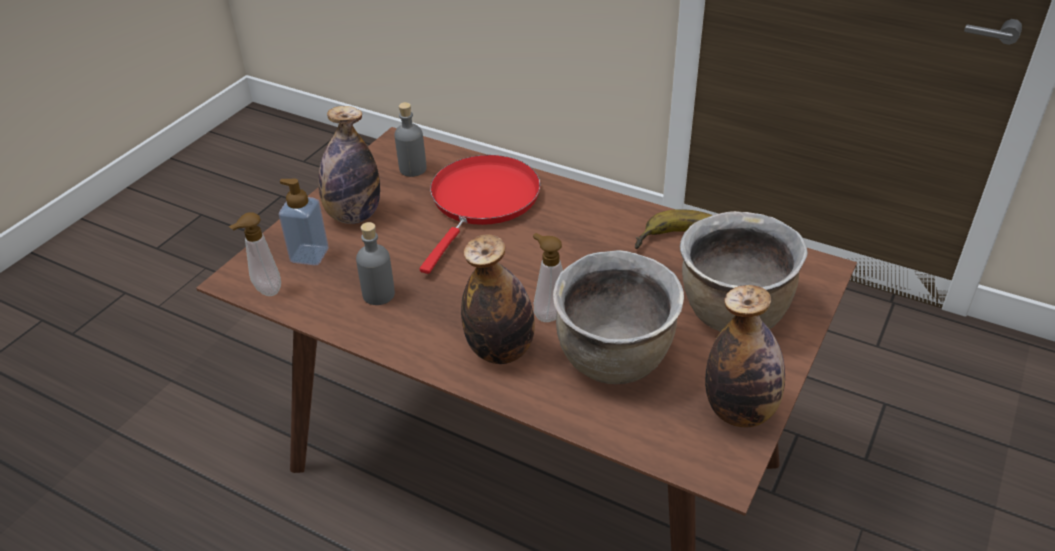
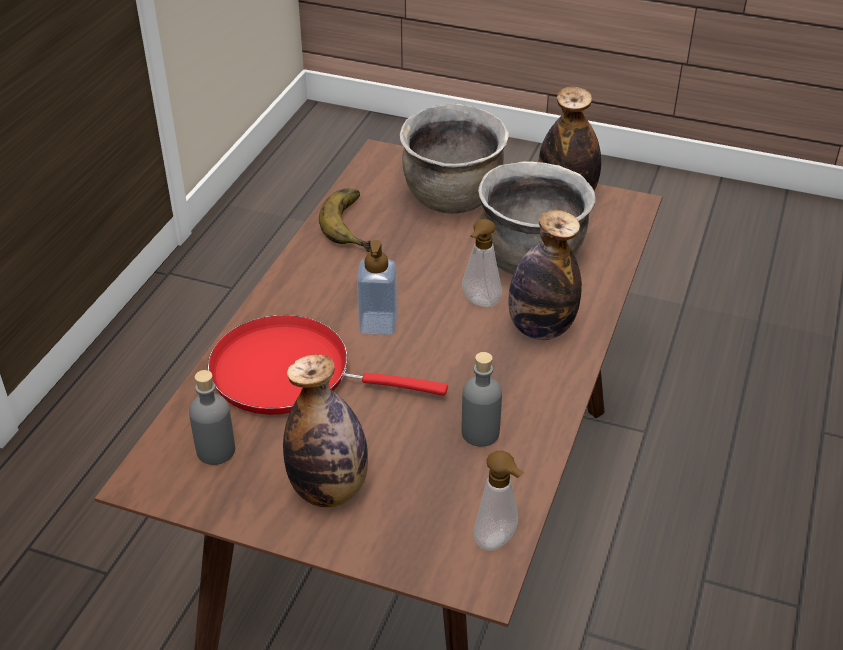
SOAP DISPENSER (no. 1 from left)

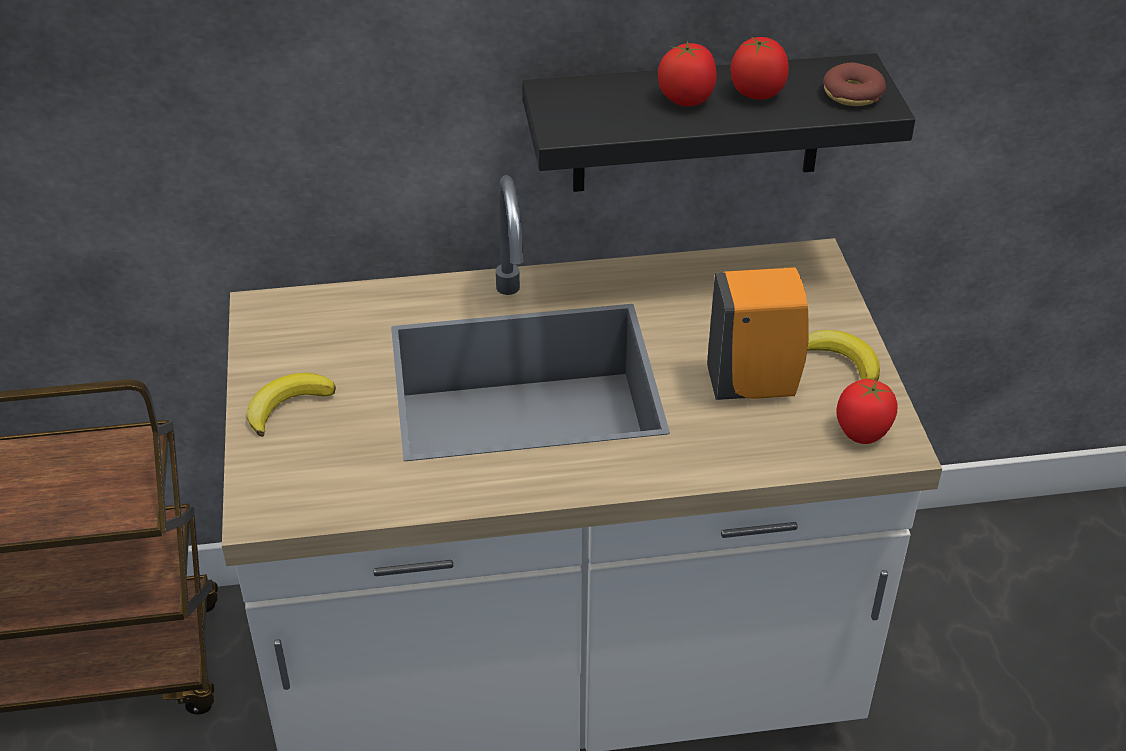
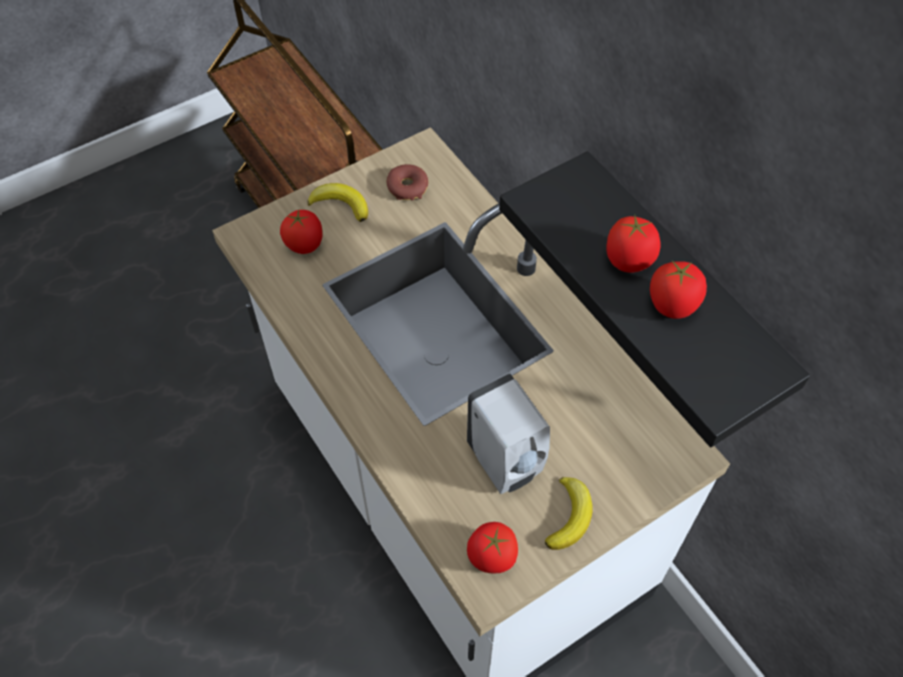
DONUT
WHITE SOAP DISPENSER
TOMATO (no. 1 from left)

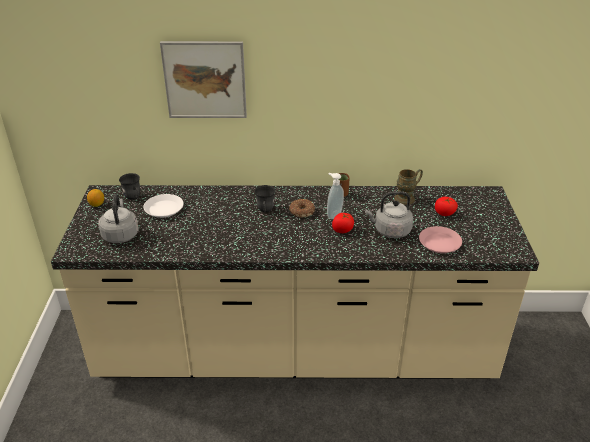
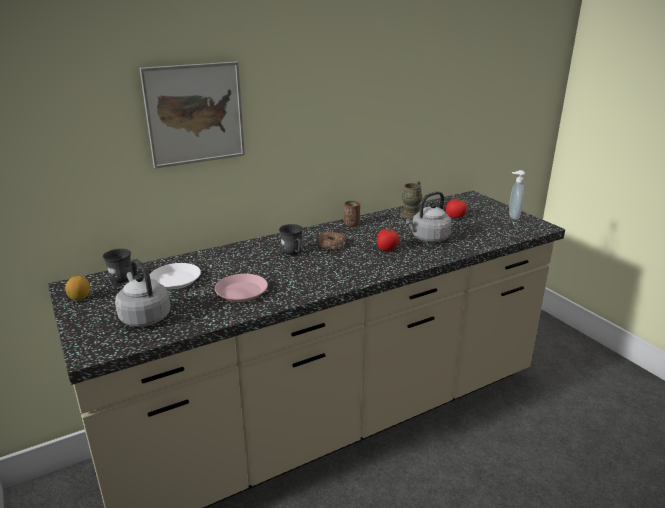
SOAP DISPENSER
PINK PLATE

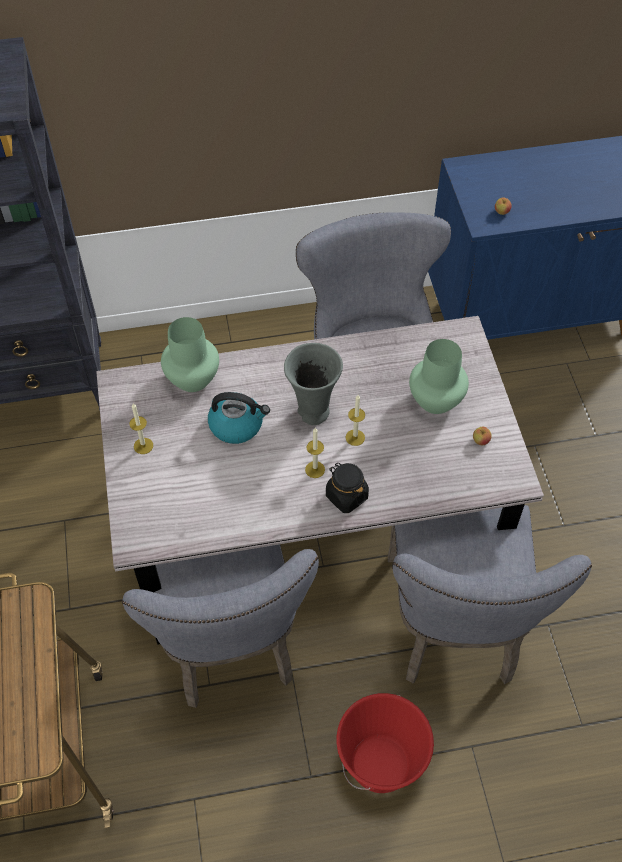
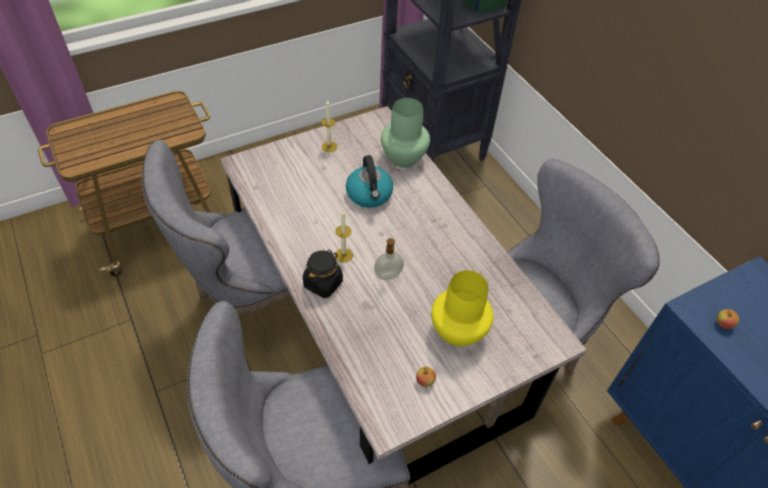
YELLOW VASE
GREY VASE
SOAP DISPENSER
RED BUCKET

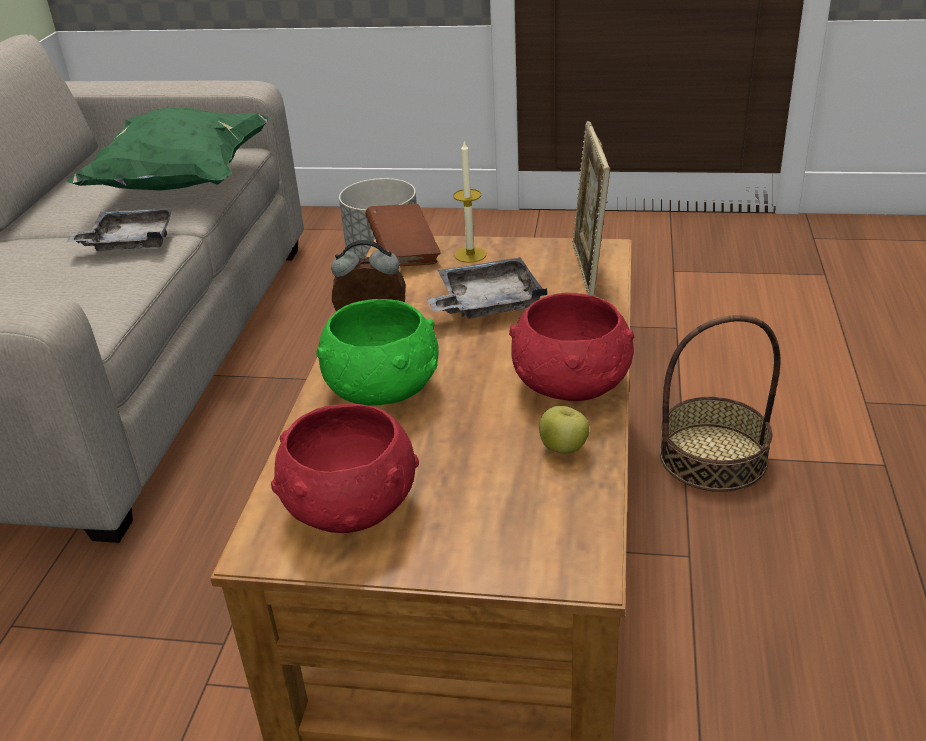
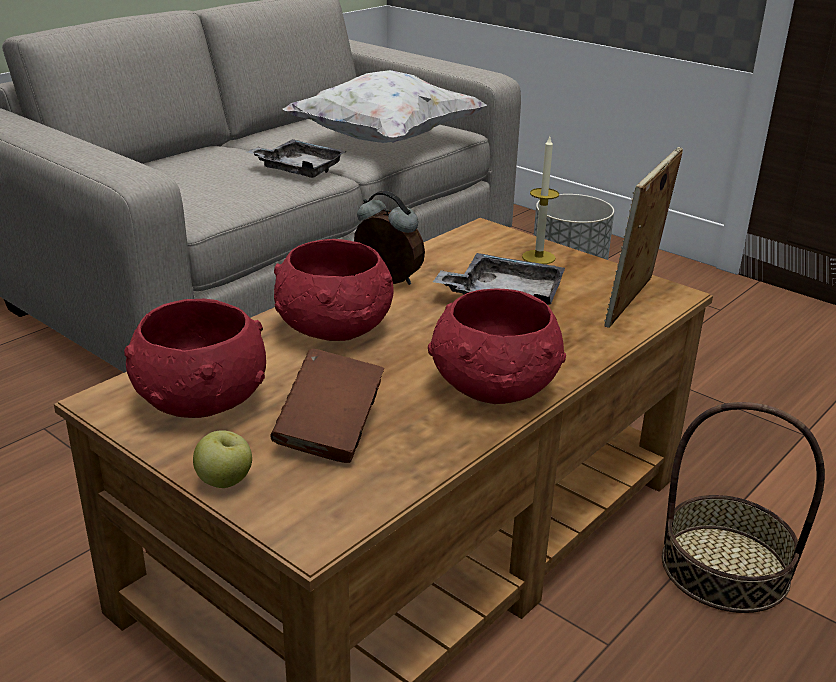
WHITE PILLOW
BROWN BOOK
RED BOWL (no. 2 from left)
APPLE

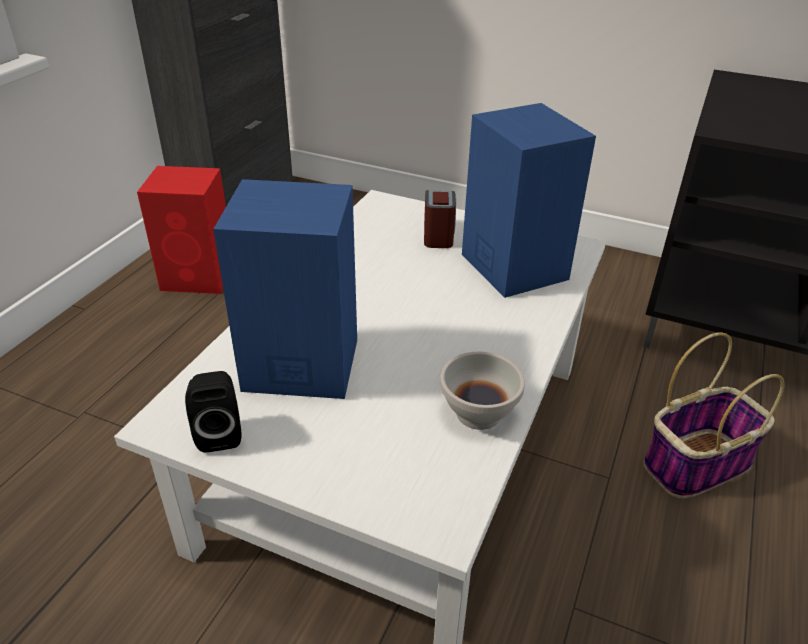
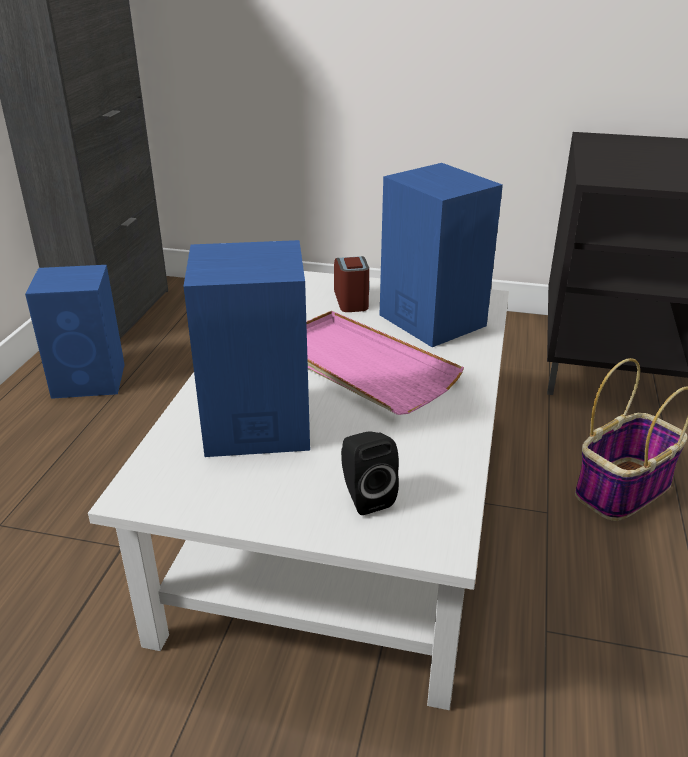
BLUE SPEAKER (no. 1 from left)
WHITE BOWL
BLACK SPEAKER
PINK TRAY

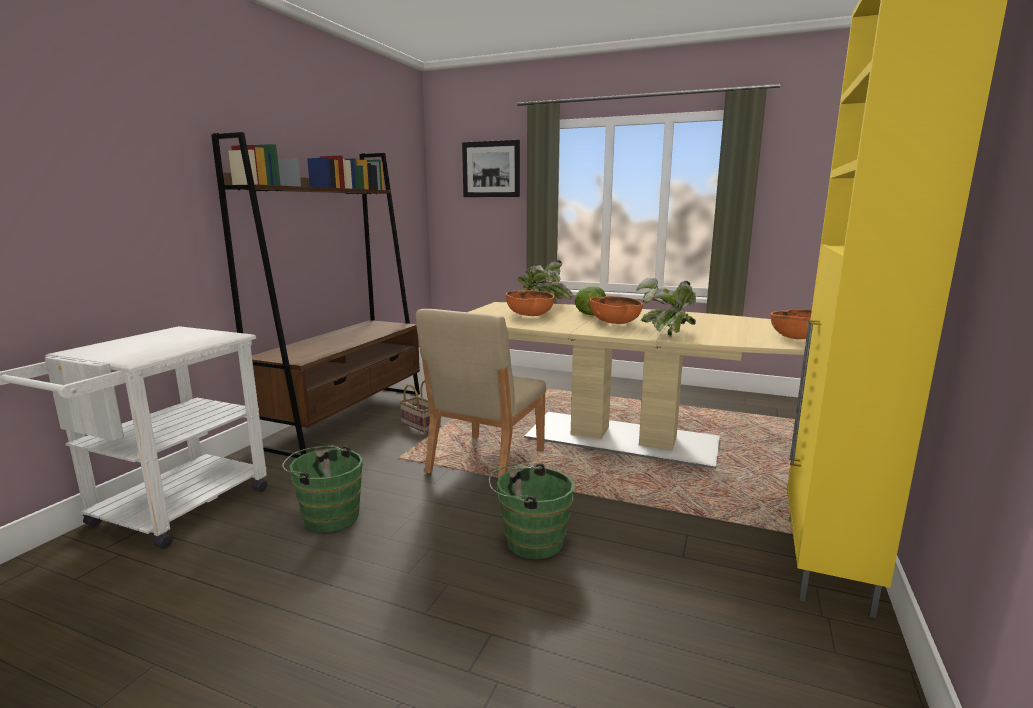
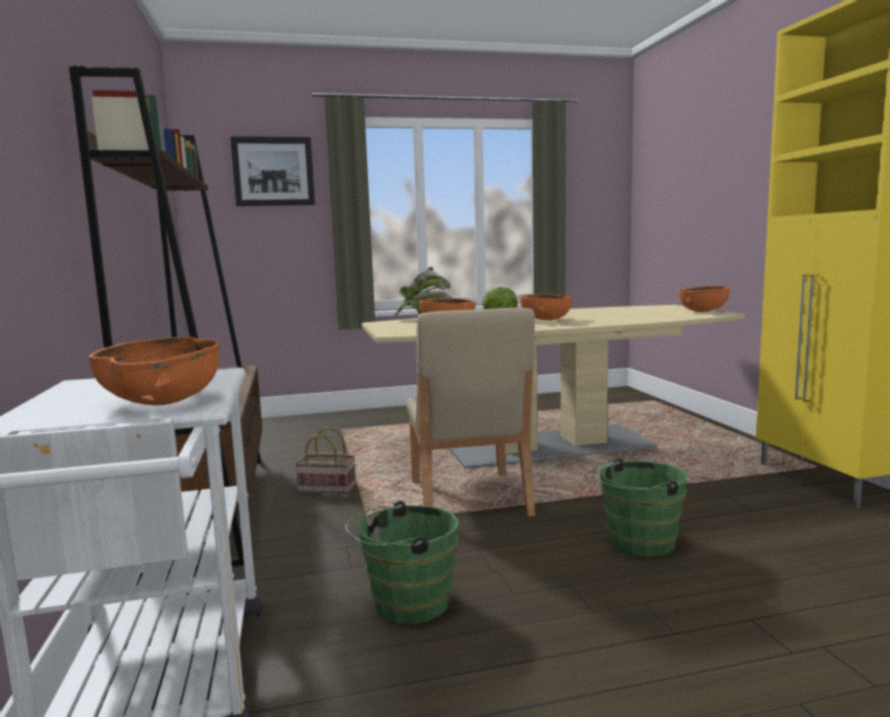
POTTED PLANT (no. 2 from left in the first image)
ORANGE BOWL (no. 1 from left)

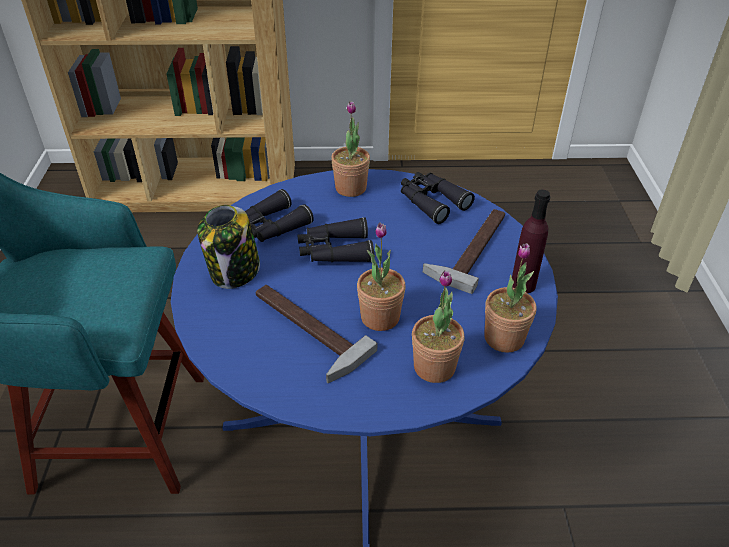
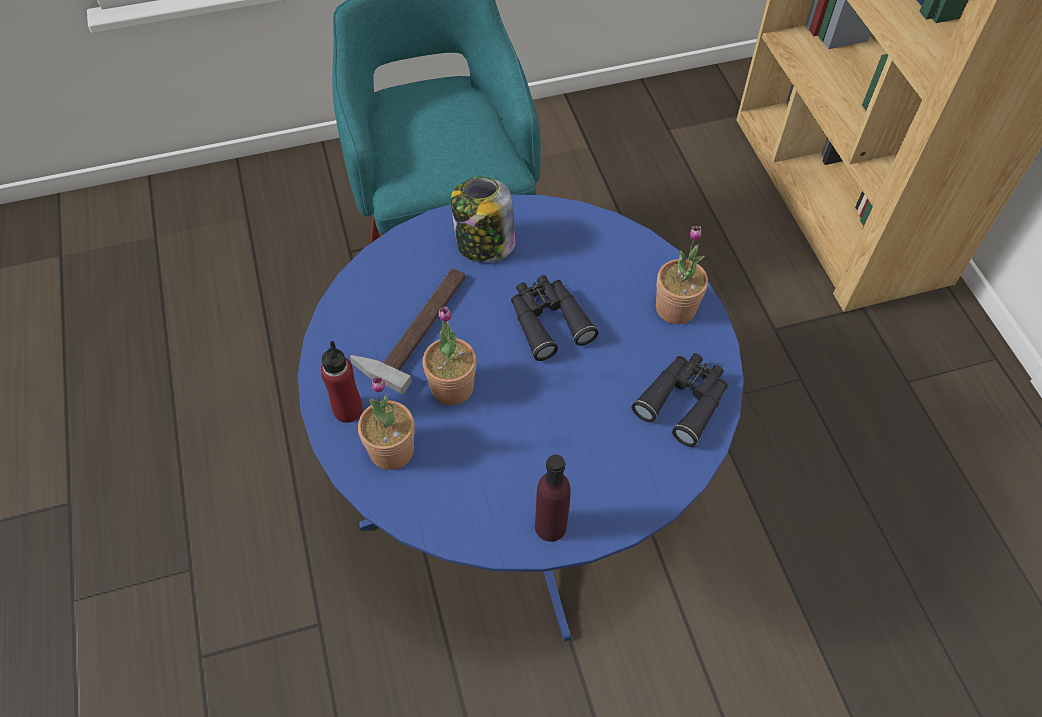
BLACK BINOCULARS (no. 1 from left in the first image)
HAMMER (no. 2 from left in the first image)
POTTED PLANT (no. 4 from left in the first image)
RED BOTTLE

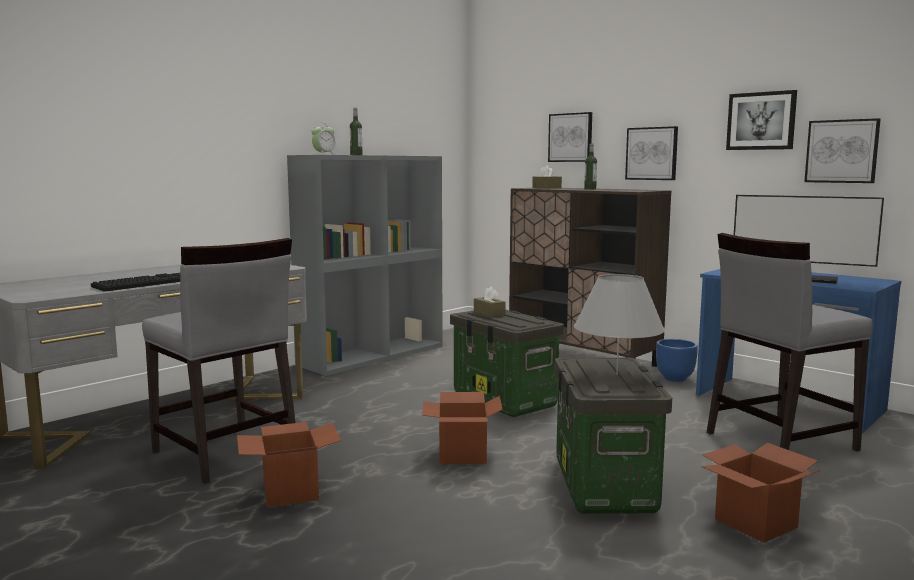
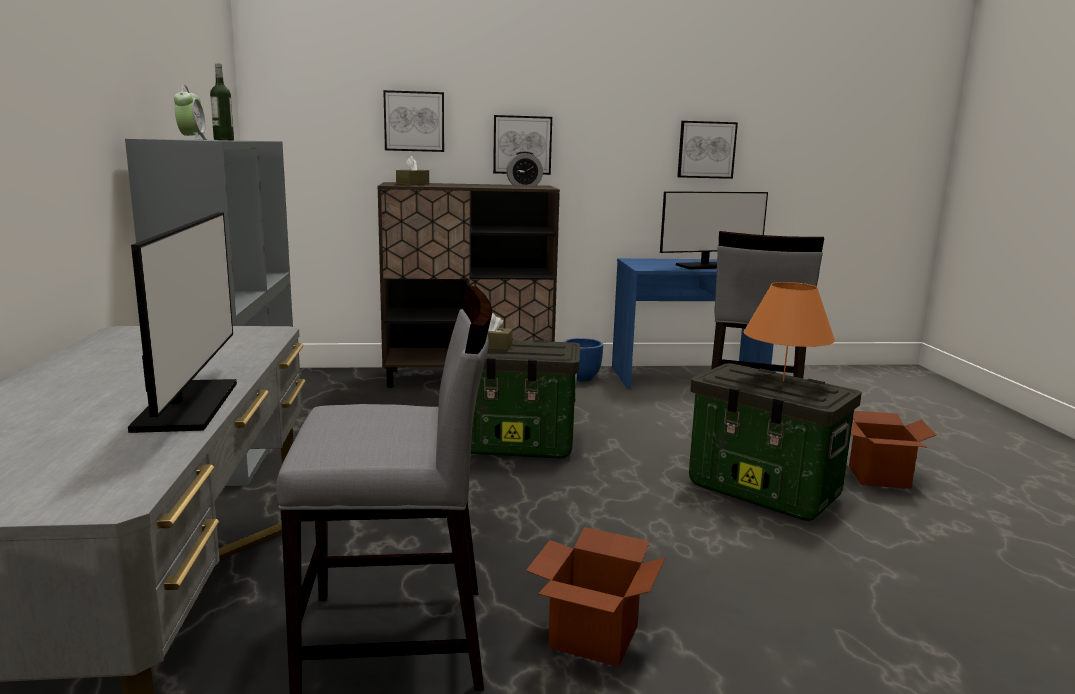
PICTURE (no. 3 from left in the first image)
BOTTLE (no. 2 from left in the first image)
MONITOR (no. 1 from left)
ORANGE TABLE LAMP
CARDBOARD BOX (no. 2 from left in the first image)
ALARM CLOCK (no. 2 from left)

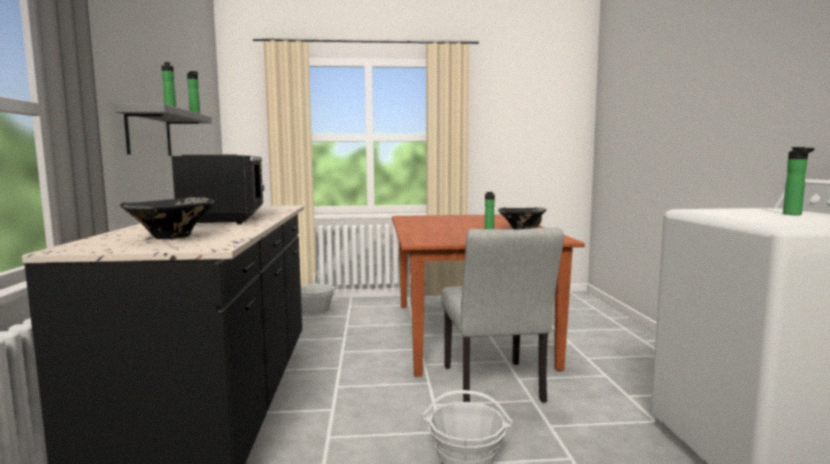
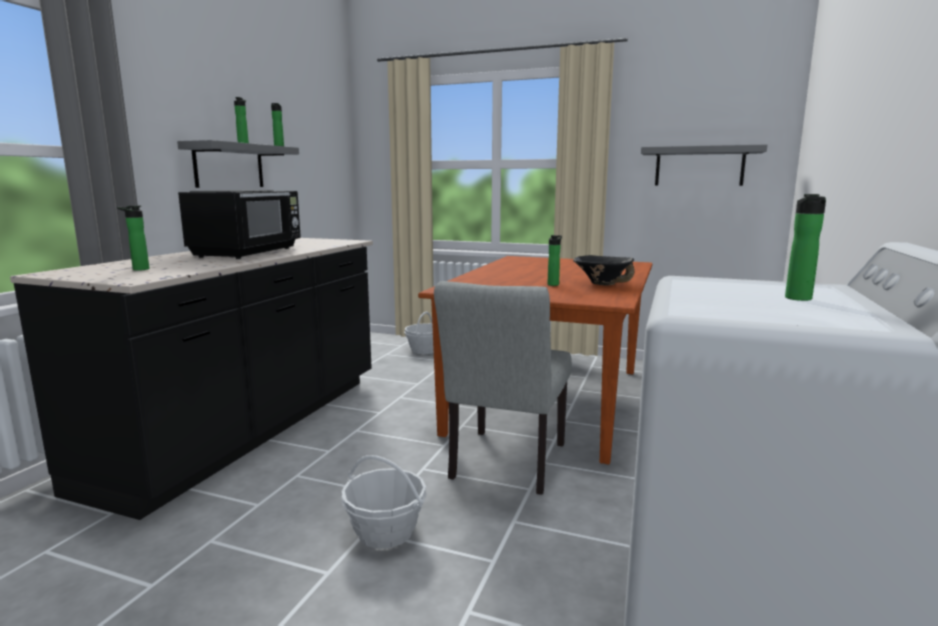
BOTTLE (no. 1 from left)
GREY SHELF (no. 2 from left)

